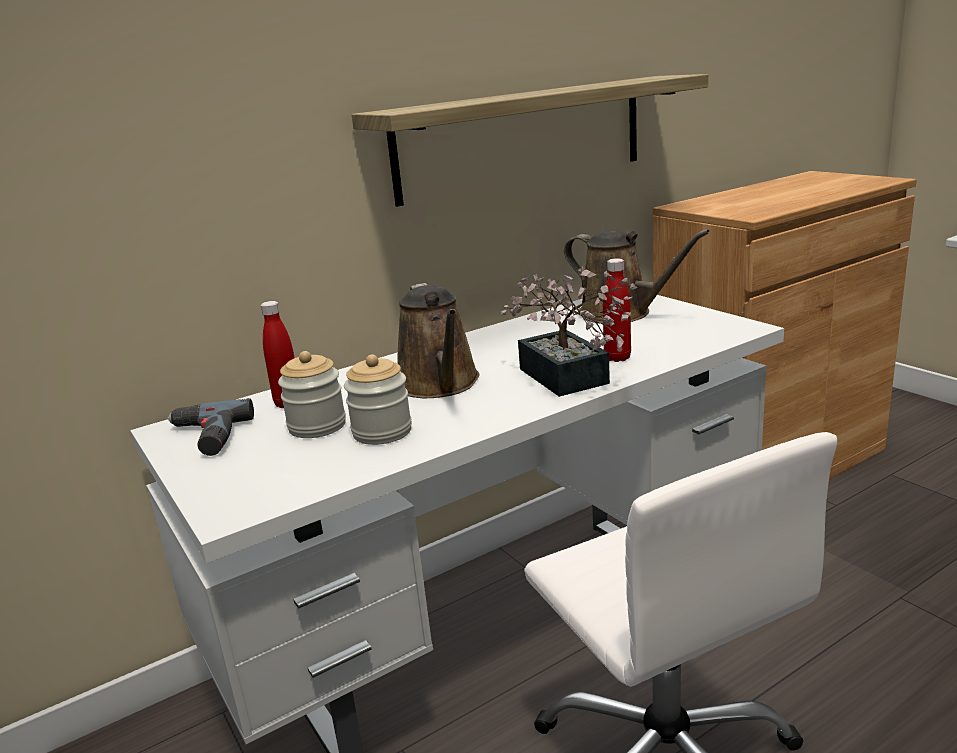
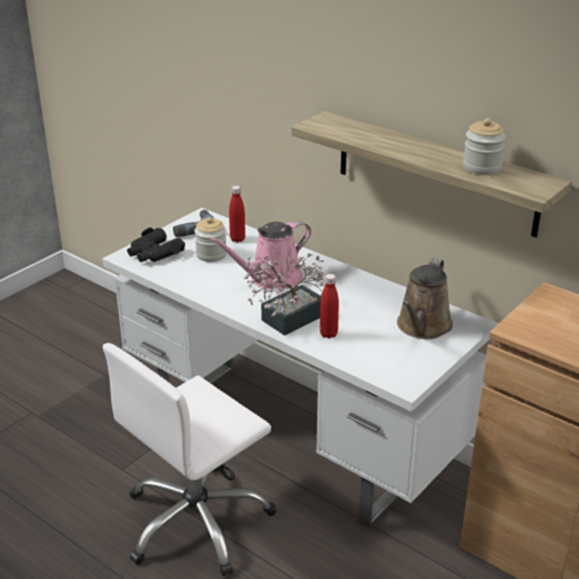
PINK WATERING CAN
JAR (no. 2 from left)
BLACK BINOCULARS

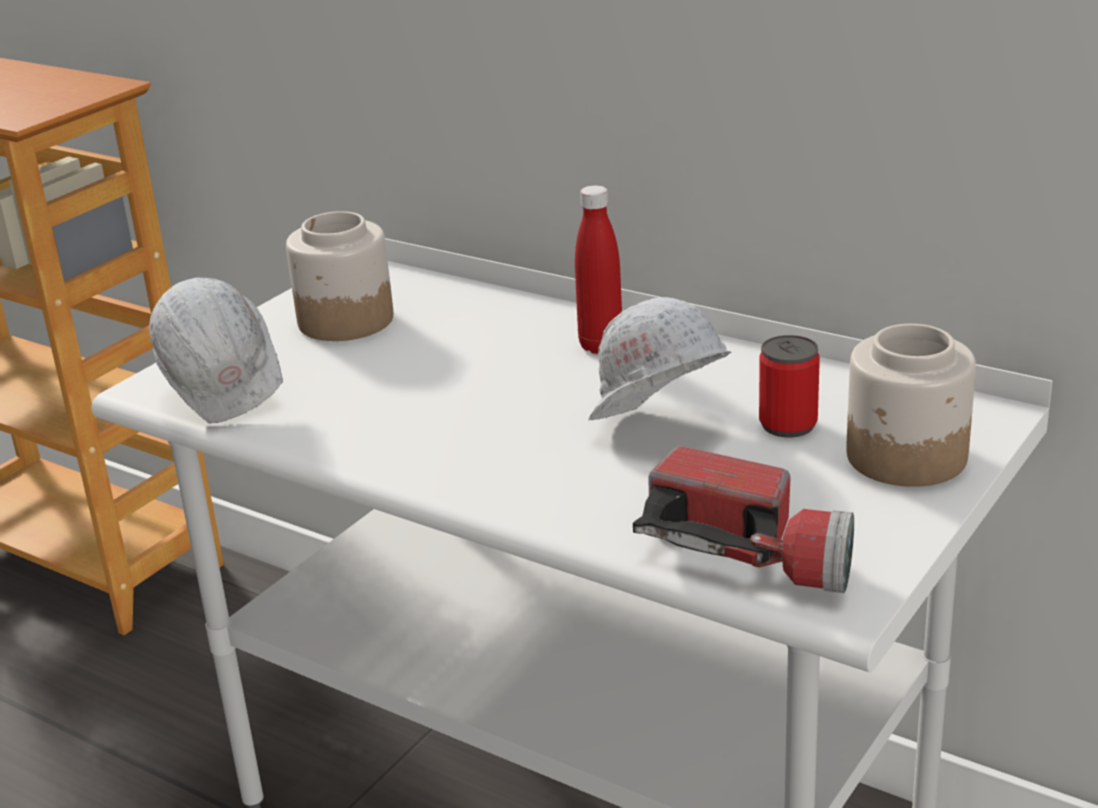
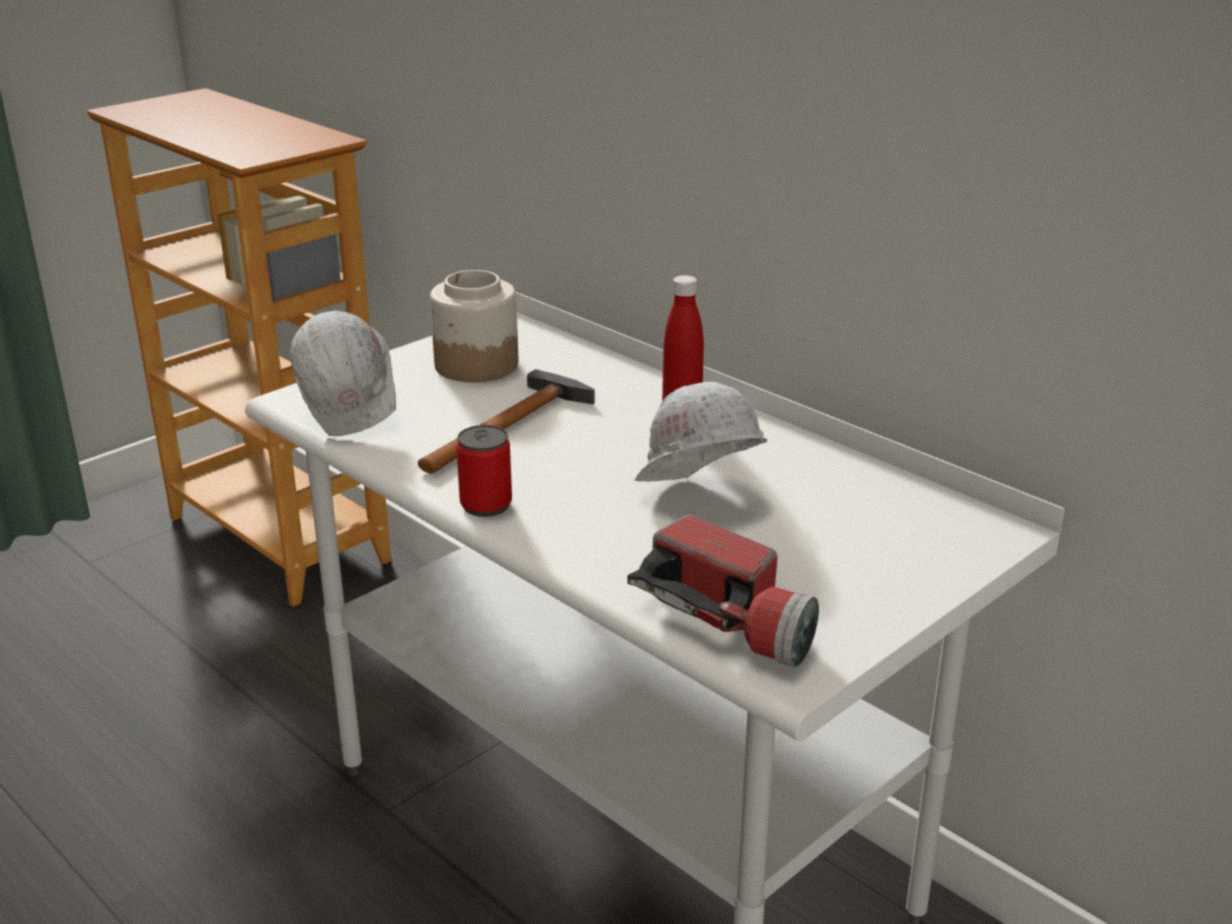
JAR (no. 2 from left in the first image)
CAN
HAMMER

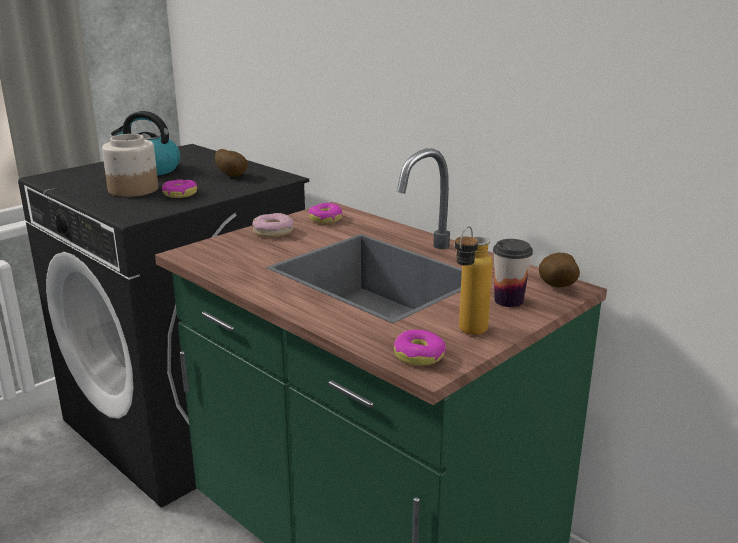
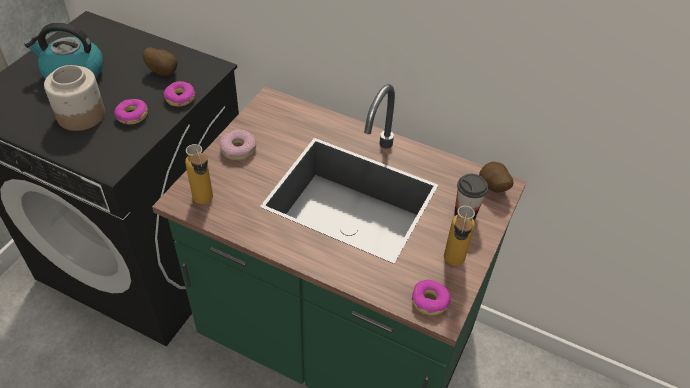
DONUT (no. 2 from left)
BOTTLE (no. 1 from left)

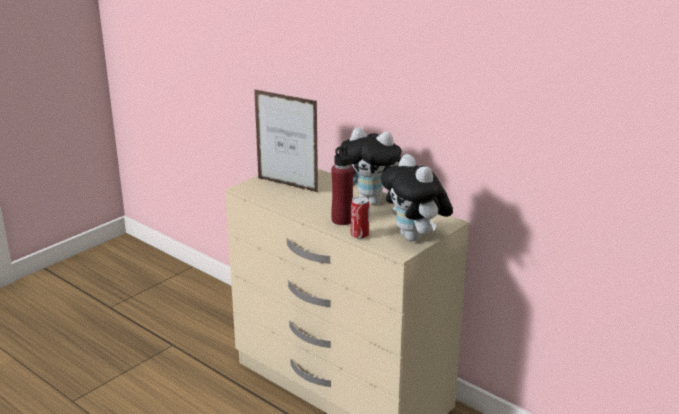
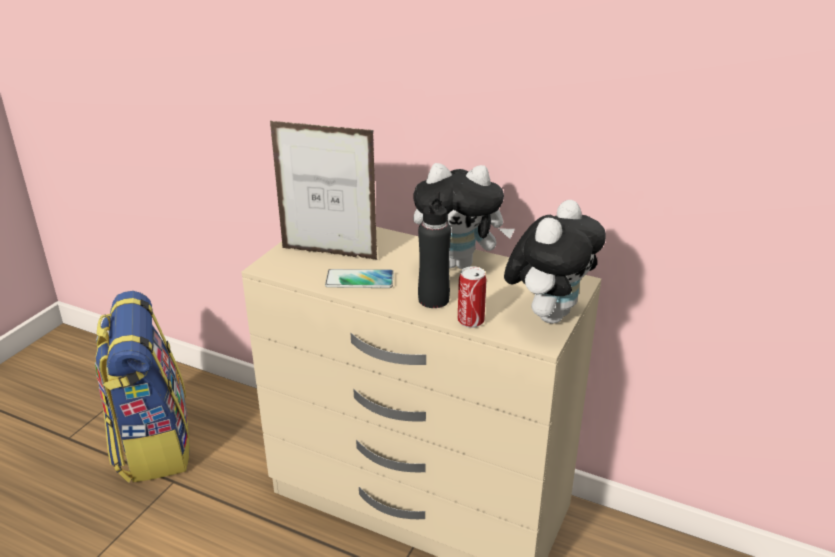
BLACK BOTTLE
PLUSH TOY (no. 2 from left)
PHONE
BACKPACK

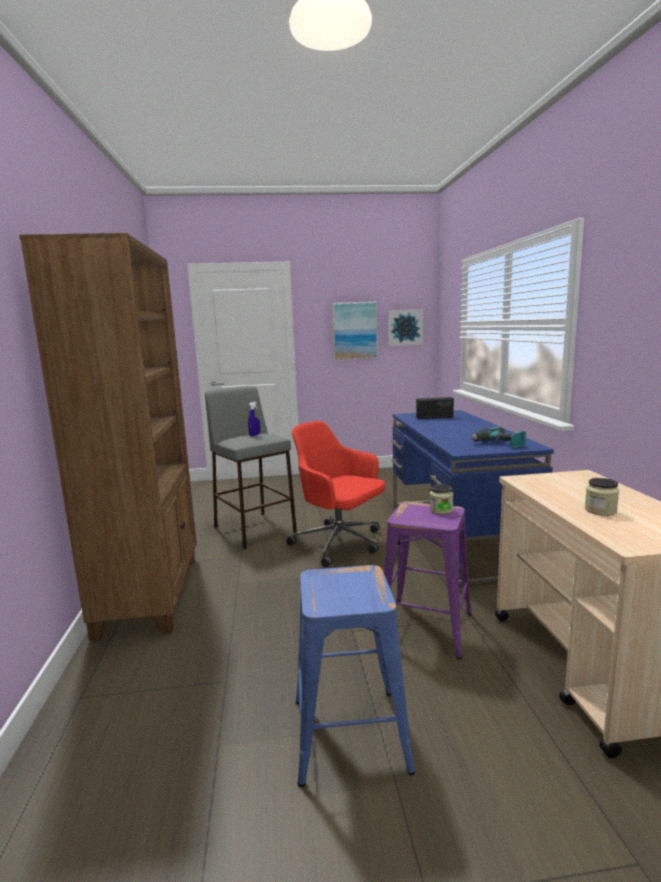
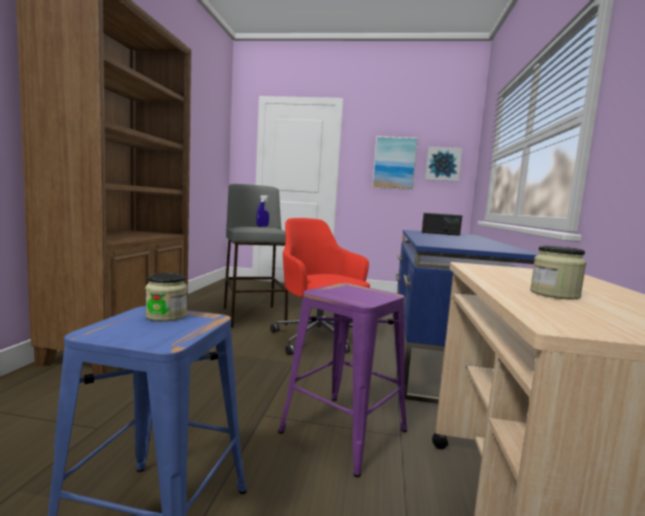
POWER DRILL
JAR (no. 1 from left)

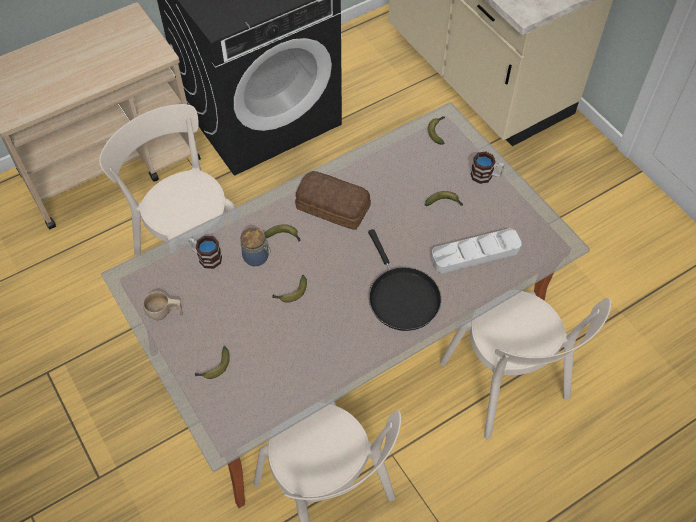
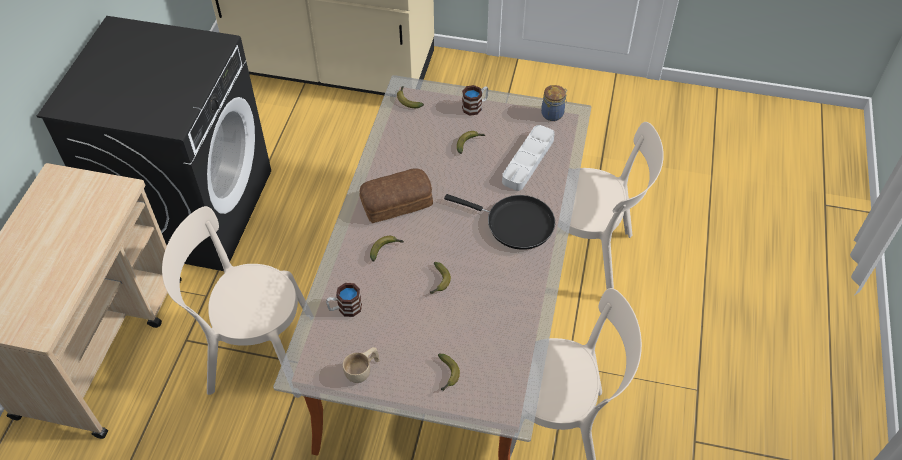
JAR

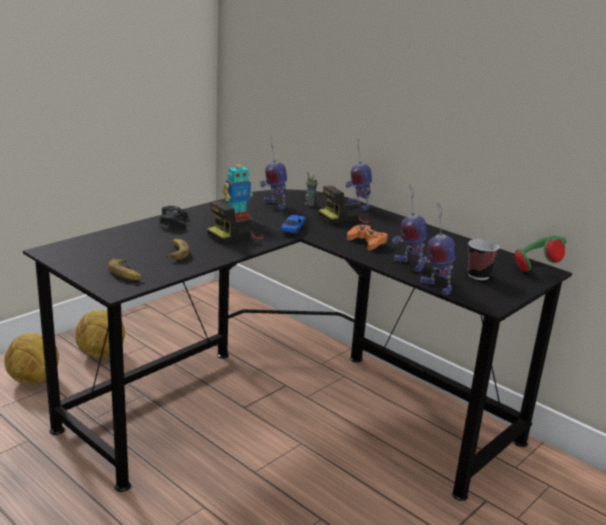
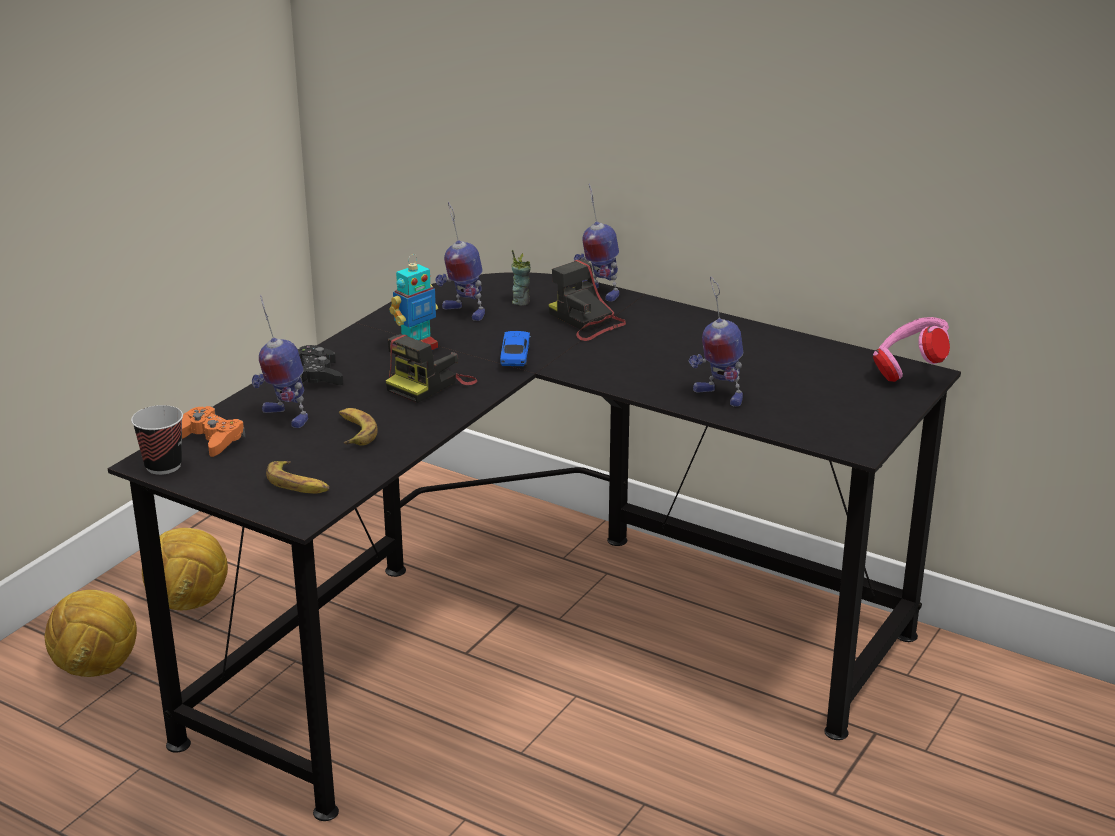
PHOTO CAMERA (no. 2 from left)
TOY ROBOT (no. 1 from left)
ORANGE GAME CONTROLLER
PINK HEADPHONES
CUP (no. 1 from left)

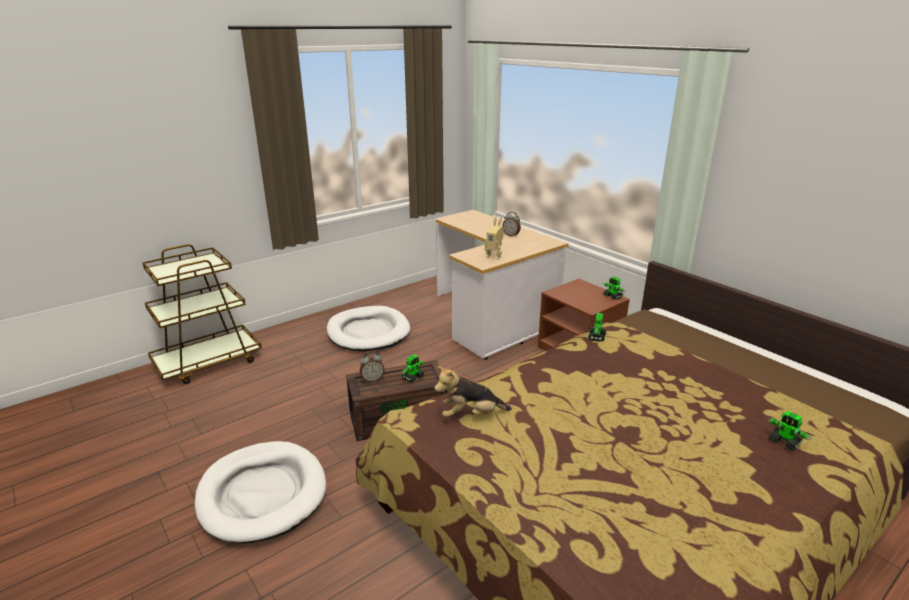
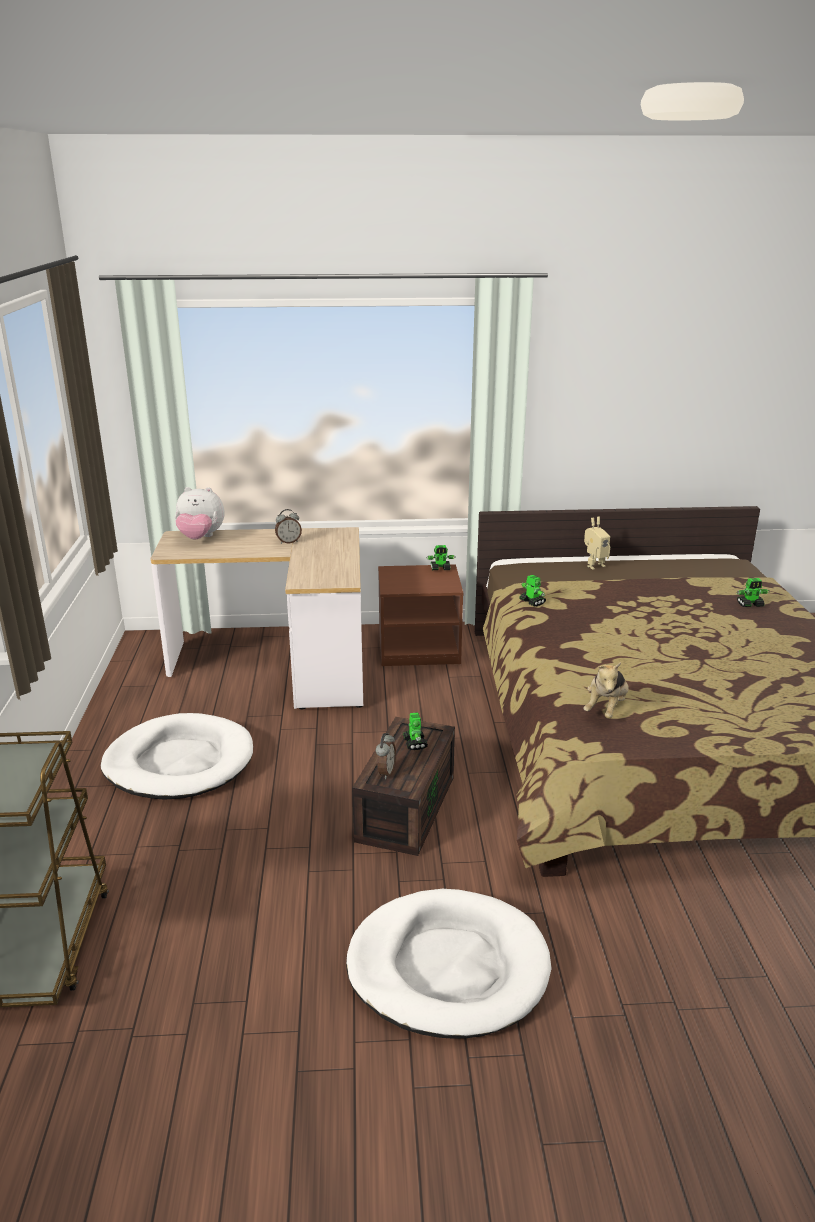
TOY ROBOT (no. 4 from left)
PLUSH TOY (no. 1 from left)

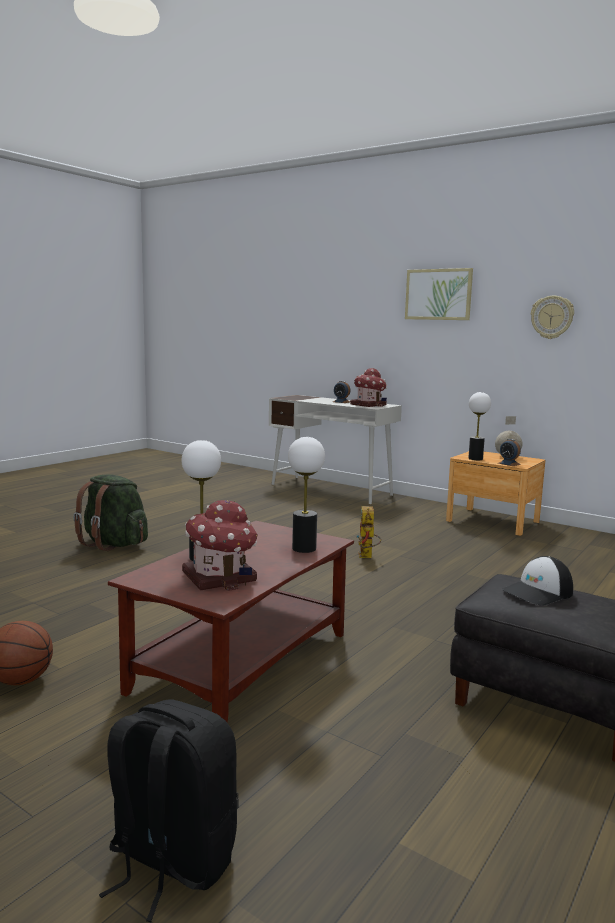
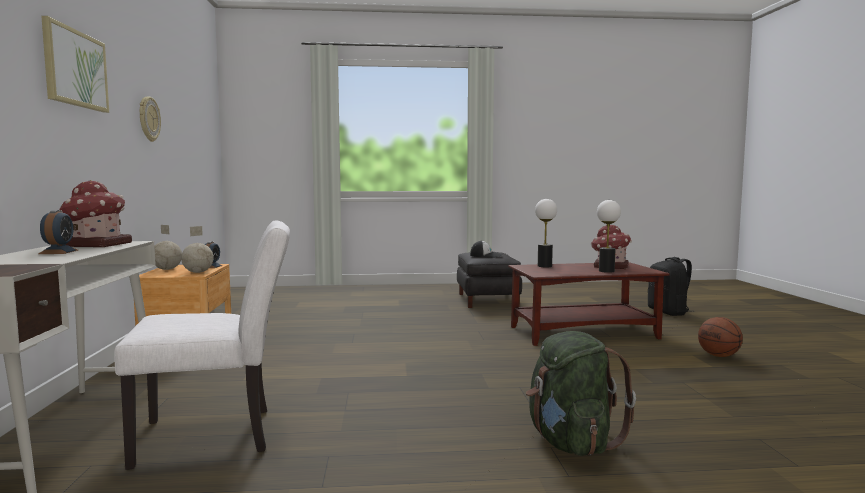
GLOBE (no. 2 from left)
TOY ROBOT
WHITE CHAIR

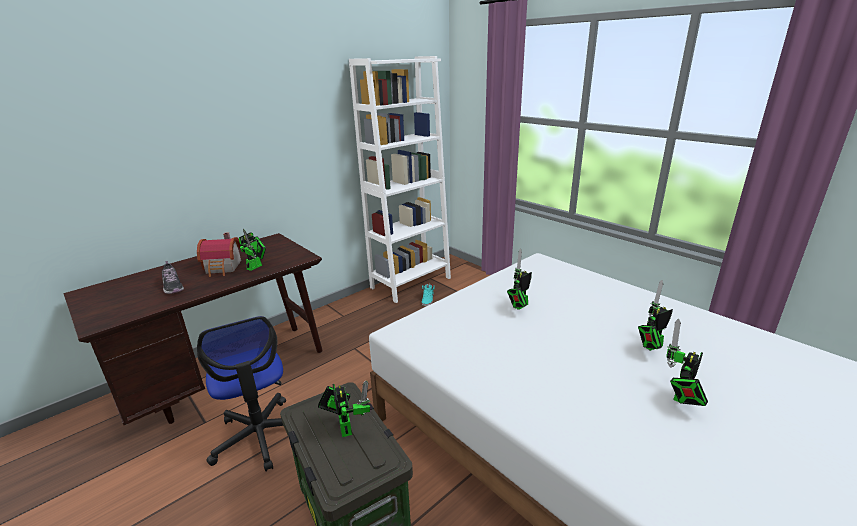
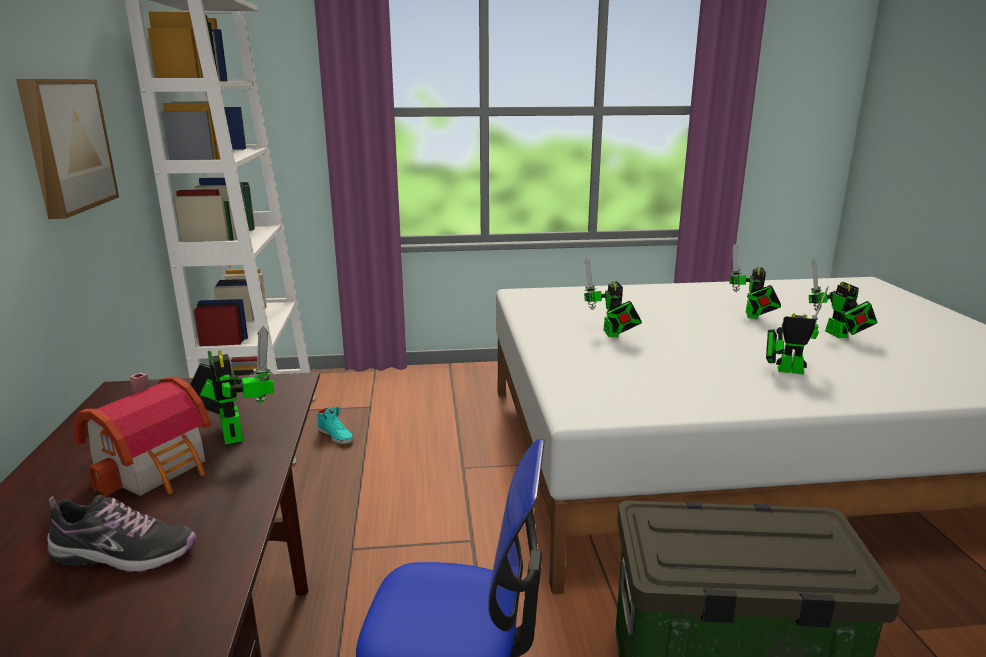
TOY ROBOT (no. 4 from left)
PICTURE

